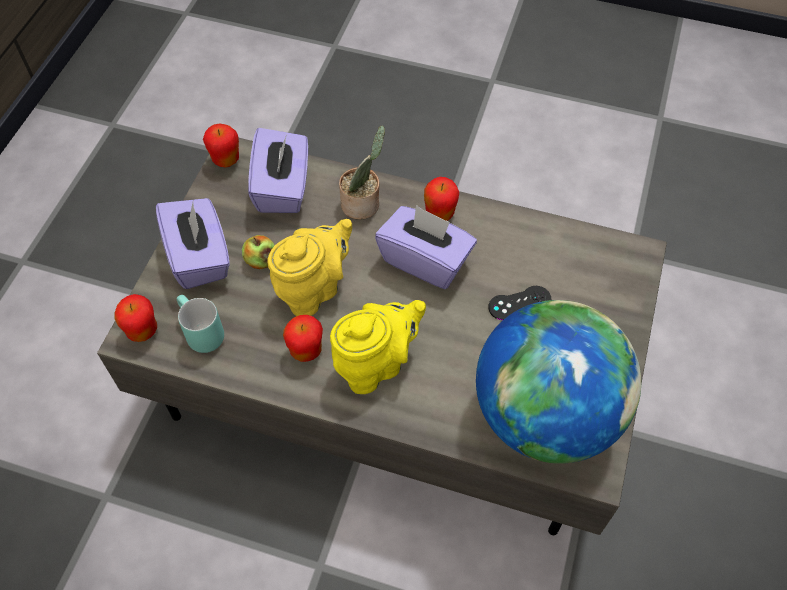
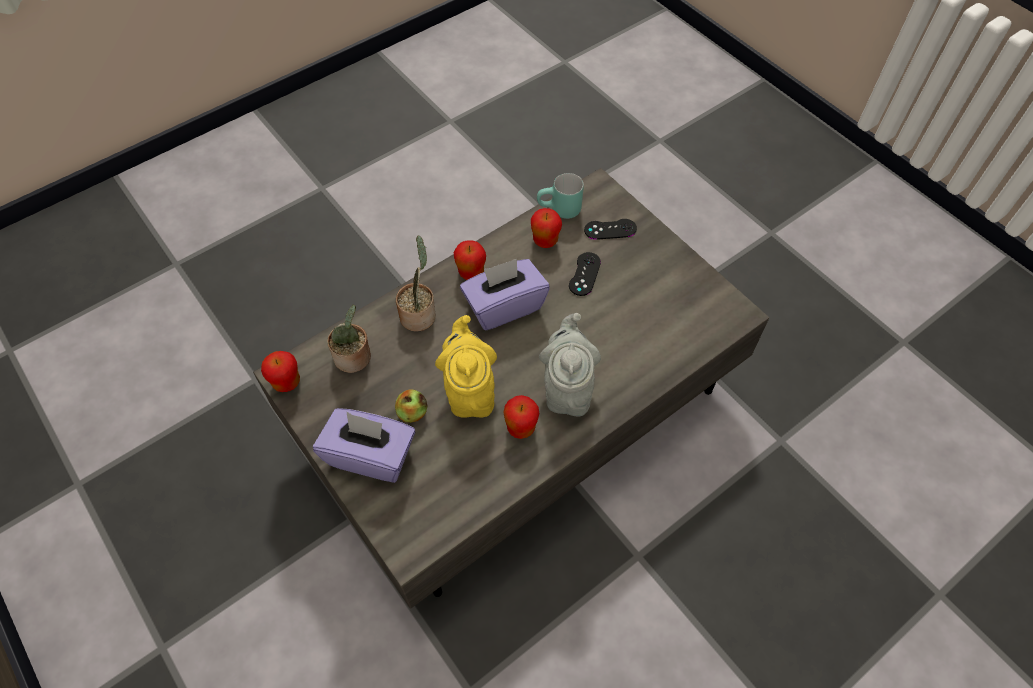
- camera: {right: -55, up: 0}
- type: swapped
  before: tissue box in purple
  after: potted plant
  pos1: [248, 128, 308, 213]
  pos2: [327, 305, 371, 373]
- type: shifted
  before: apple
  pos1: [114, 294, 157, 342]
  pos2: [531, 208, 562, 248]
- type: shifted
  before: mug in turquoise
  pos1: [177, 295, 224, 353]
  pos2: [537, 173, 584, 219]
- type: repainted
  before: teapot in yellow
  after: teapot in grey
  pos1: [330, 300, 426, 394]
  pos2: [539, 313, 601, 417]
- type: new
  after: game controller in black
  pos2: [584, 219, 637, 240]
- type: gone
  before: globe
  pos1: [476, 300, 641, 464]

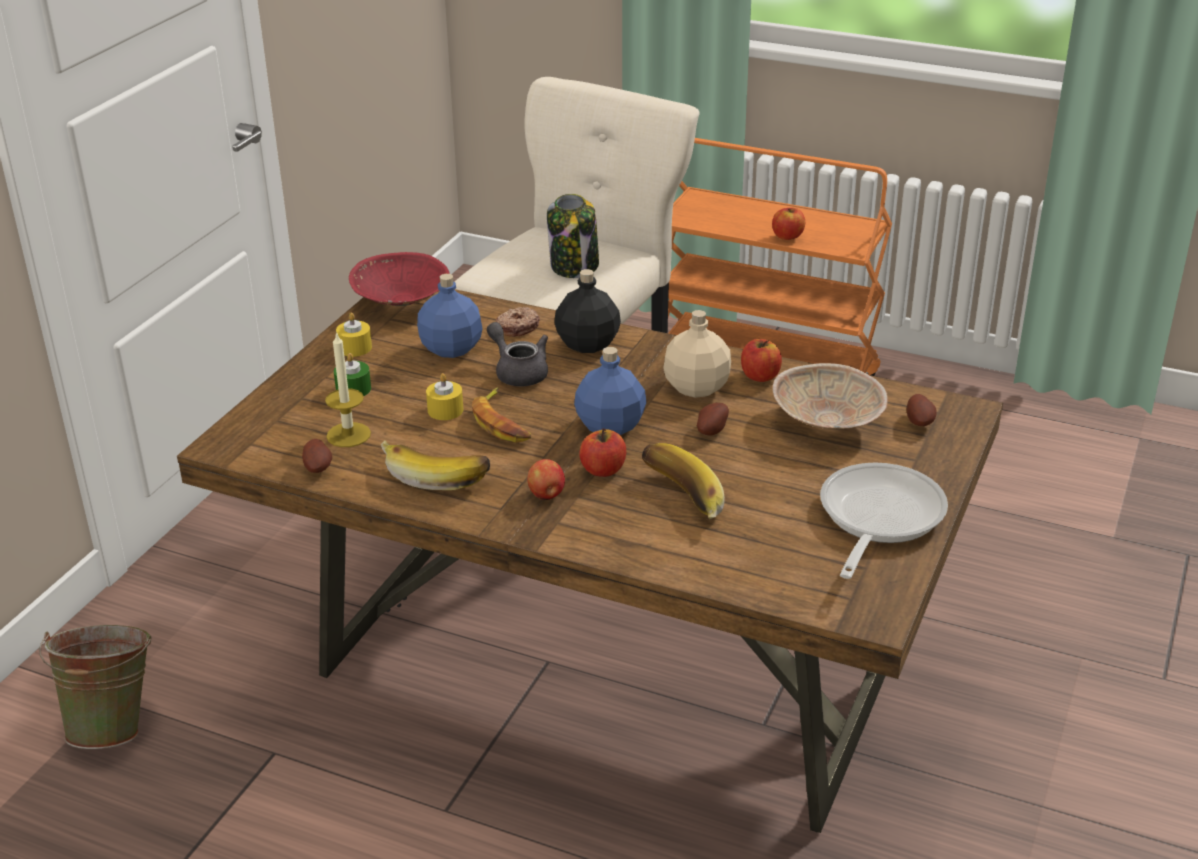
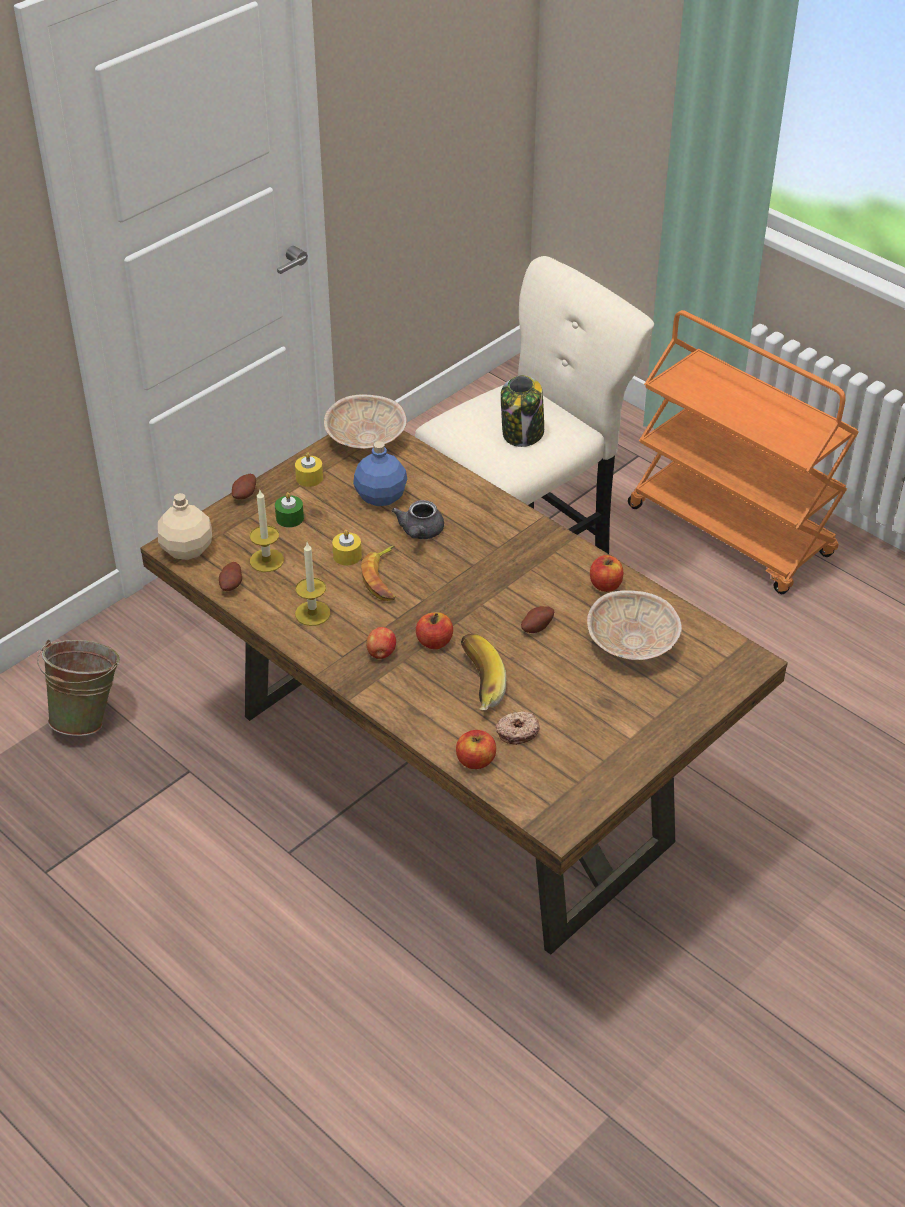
- camera: {right: 20, up: 10}
- type: shifted
  before: bottle in beige
  pos1: [663, 310, 731, 398]
  pos2: [158, 493, 212, 560]
- type: shifted
  before: potato
  pos1: [907, 394, 937, 426]
  pos2: [232, 474, 256, 500]
- type: swapped
  before: banana
  after: candle
  pos1: [381, 440, 490, 490]
  pos2: [295, 543, 331, 626]
- type: repainted
  before: bowl in red
  after: bowl in beige
  pos1: [349, 252, 450, 307]
  pos2: [324, 394, 407, 449]
- type: rotated
  before: teapot in grey
  pos1: [487, 322, 548, 387]
  pos2: [392, 500, 444, 539]
  turn: -150
- type: shifted
  before: apple
  pos1: [772, 208, 805, 240]
  pos2: [456, 730, 496, 769]
- type: shifted
  before: donut
  pos1: [496, 307, 540, 337]
  pos2: [495, 711, 540, 745]
- type: gone
  before: bottle in black
  pos1: [554, 269, 621, 353]
- type: gone
  before: bottle in blue
  pos1: [574, 347, 646, 435]
- type: gone
  before: frying pan
  pos1: [820, 462, 948, 579]

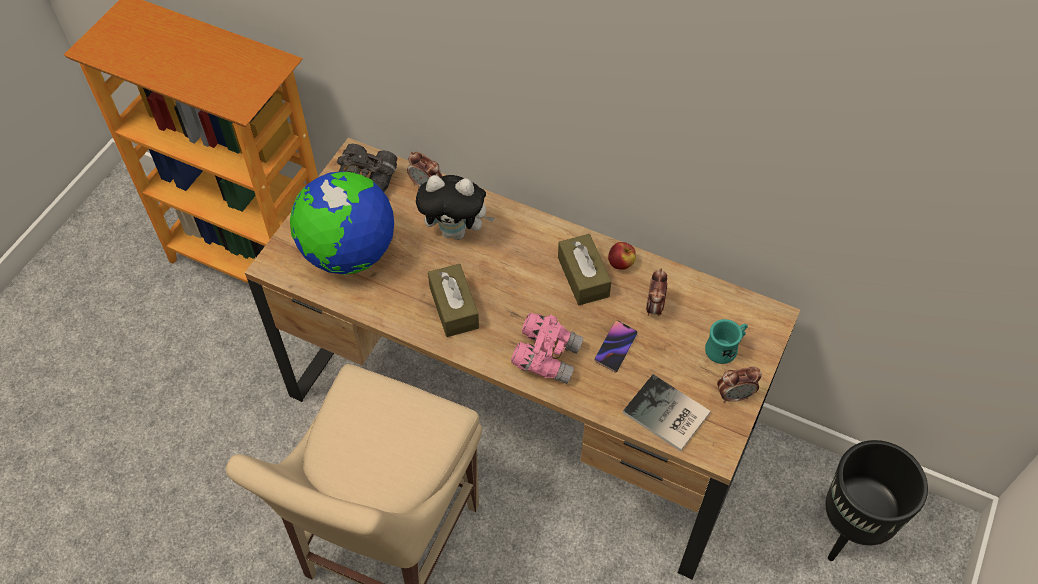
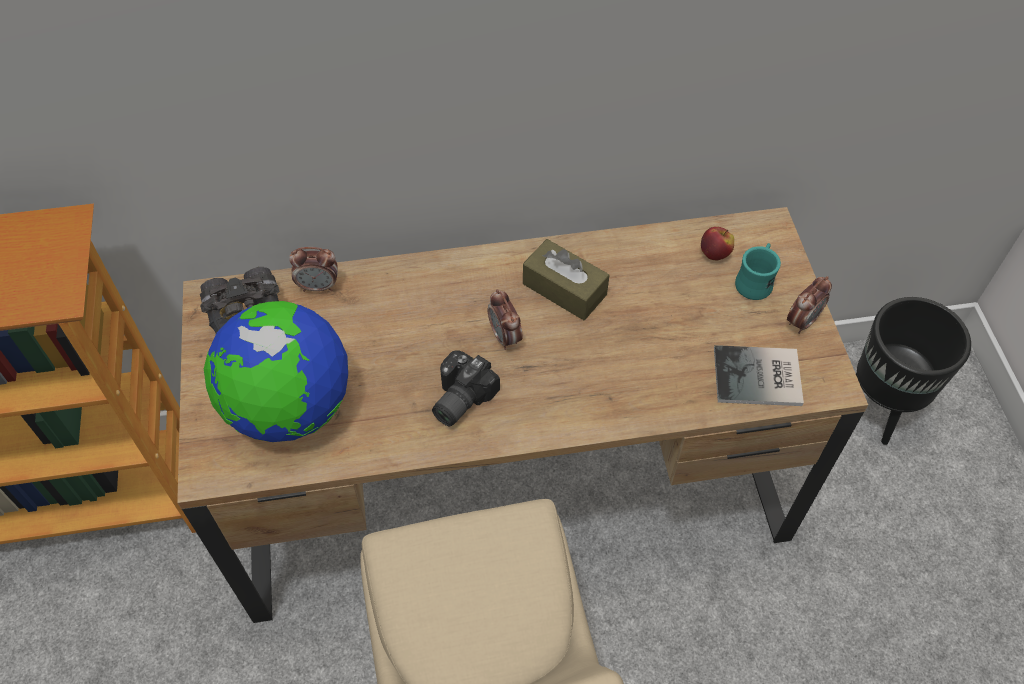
- camera: {right: -35, up: 0}
- type: swapped
  before: tissue box in brown
  after: photo camera
  pos1: [428, 264, 479, 337]
  pos2: [432, 350, 500, 427]
- type: shifted
  before: alarm clock
  pos1: [646, 269, 667, 316]
  pos2: [488, 289, 523, 350]
- type: shifted
  before: apple
  pos1: [608, 242, 636, 270]
  pos2: [701, 227, 734, 260]
- type: gone
  before: plush toy
  pos1: [416, 175, 495, 240]
- type: gone
  before: binoculars in pink
  pos1: [511, 313, 583, 384]
- type: gone
  before: phone
  pos1: [594, 320, 638, 373]

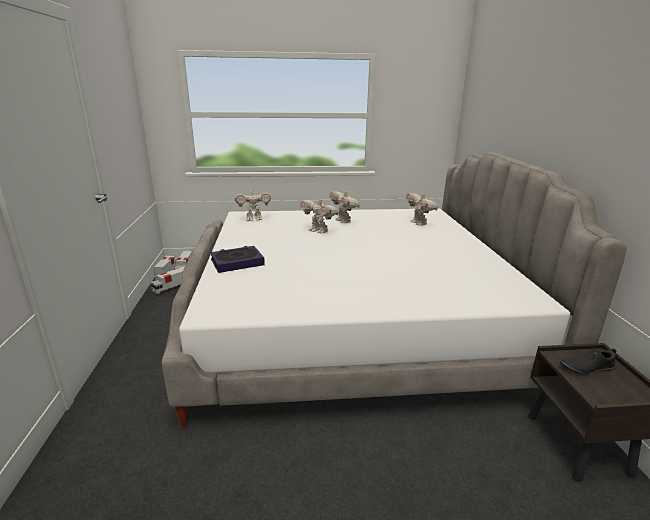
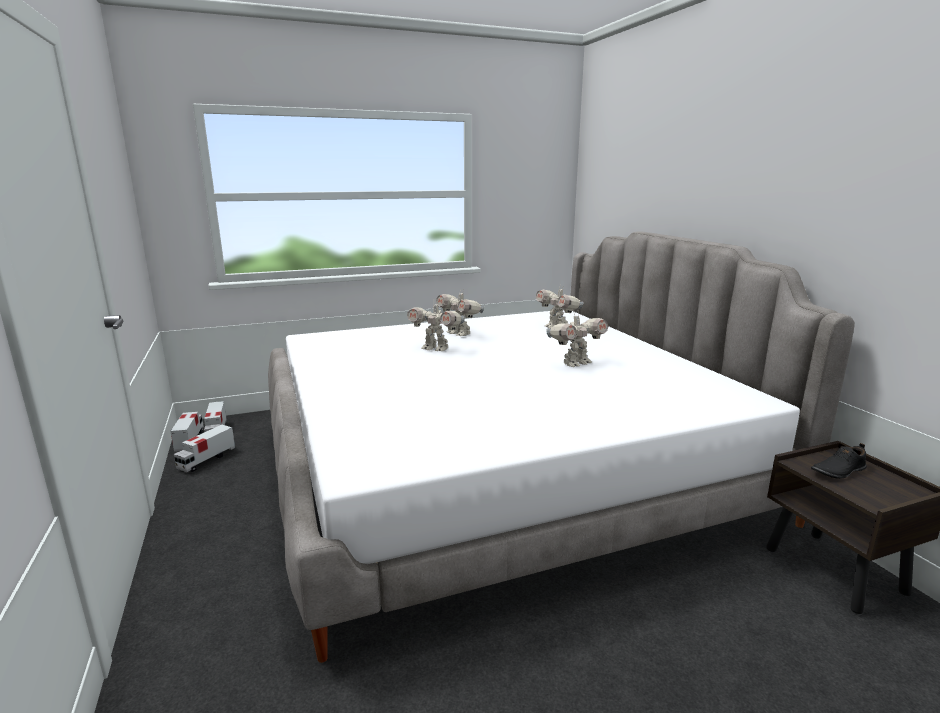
- camera: {right: -15, up: -5}
- type: shifted
  before: toy robot
  pos1: [235, 187, 271, 221]
  pos2: [546, 314, 608, 367]
- type: gone
  before: book
  pos1: [210, 246, 265, 273]

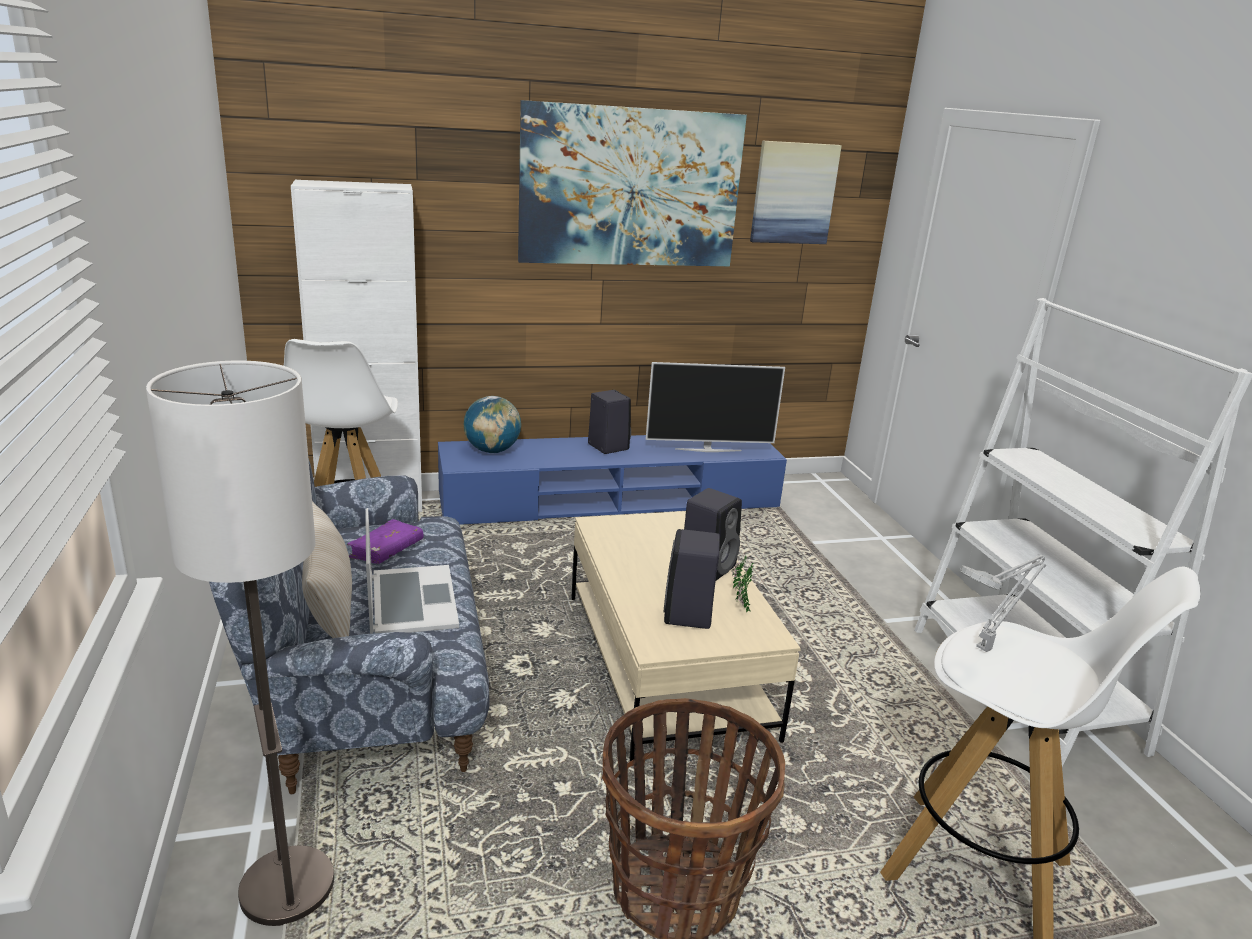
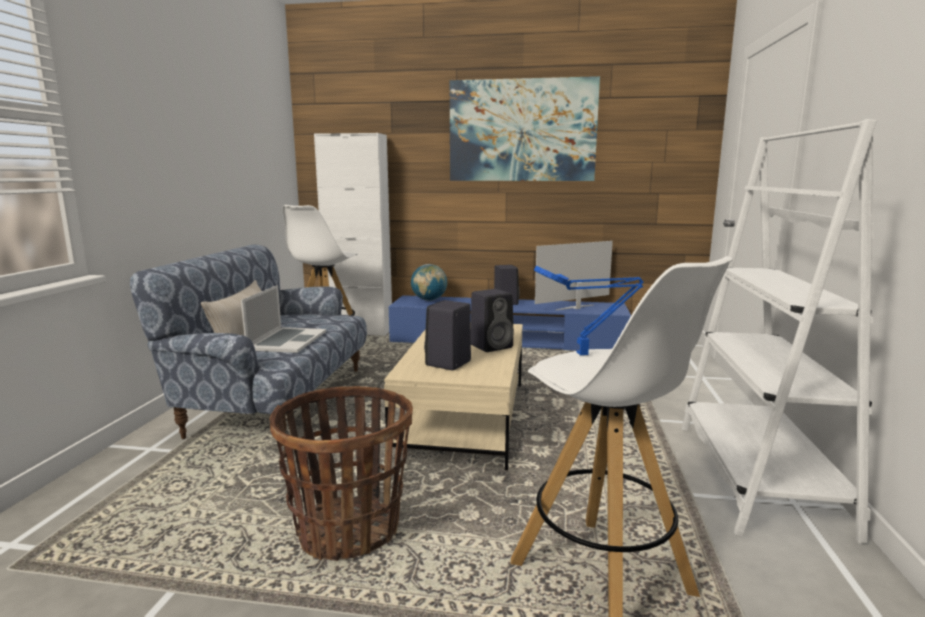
- camera: {right: 25, up: -10}
- type: repainted
  before: table lamp in grey
  after: table lamp in blue
  pos1: [960, 554, 1046, 652]
  pos2: [534, 266, 643, 355]
- type: rotated
  before: television
  pos1: [646, 362, 785, 452]
  pos2: [535, 241, 613, 311]
  turn: 135
- type: gone
  before: floor lamp
  pos1: [146, 361, 334, 926]
- type: gone
  before: book in purple
  pos1: [347, 519, 423, 564]
- type: gone
  before: potted plant
  pos1: [732, 553, 753, 612]
- type: gone
  before: picture
  pos1: [750, 141, 842, 244]

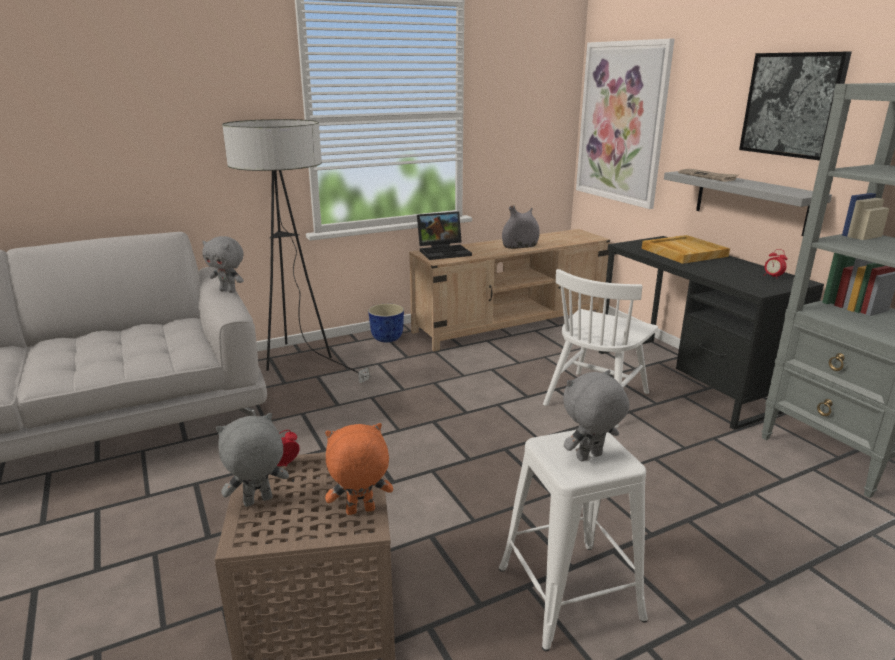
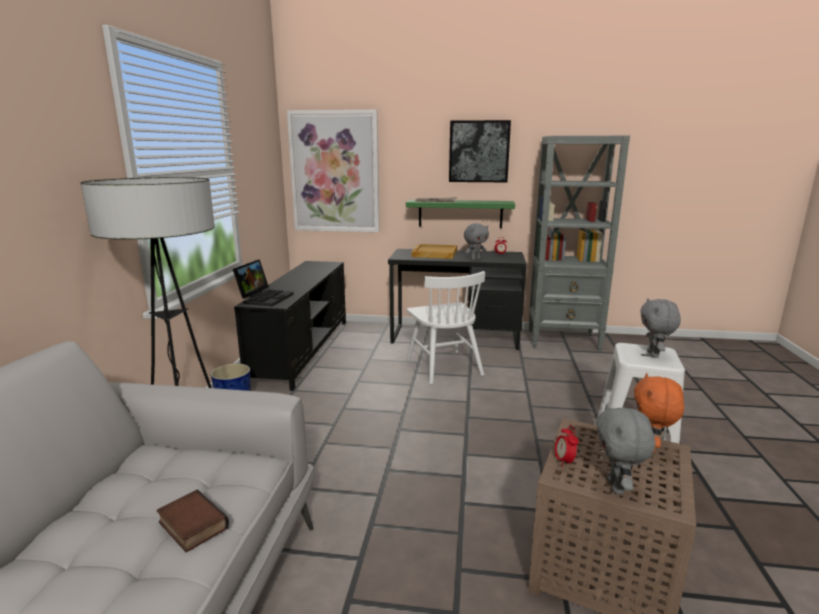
- camera: {right: -55, up: -5}
- type: new
  after: book
  pos2: [157, 489, 229, 552]
- type: repainted
  before: tv stand in beige
  after: tv stand in black
  pos1: [409, 229, 610, 351]
  pos2: [234, 261, 346, 391]
- type: repainted
  before: shelf in grey
  after: shelf in green
  pos1: [664, 171, 832, 236]
  pos2: [406, 200, 515, 228]
- type: shifted
  before: plush toy in grey
  pos1: [202, 236, 244, 293]
  pos2: [464, 223, 489, 260]
- type: gone
  before: vase in grey
  pos1: [502, 205, 540, 249]

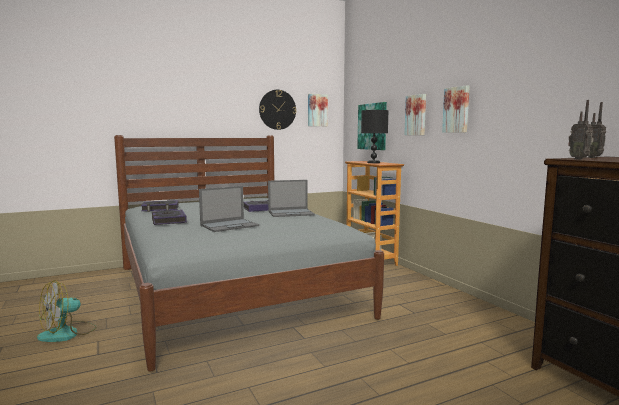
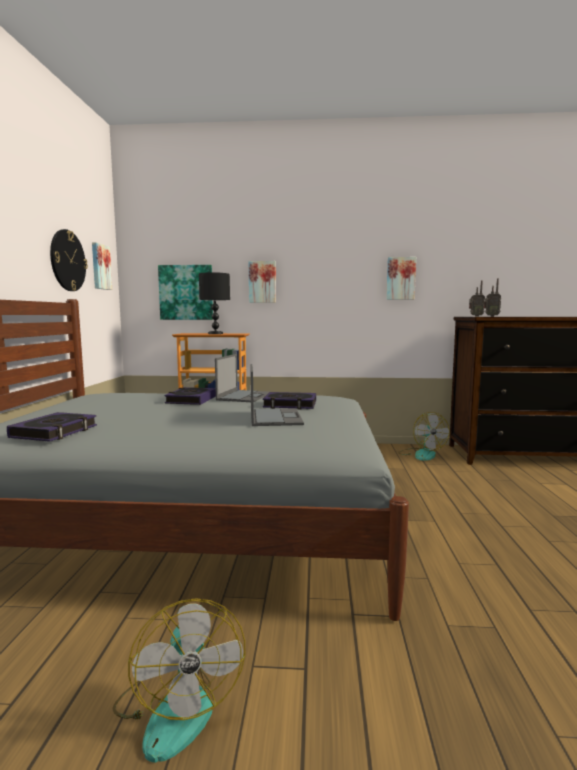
- camera: {right: -60, up: 0}
- type: shifted
  before: book
  pos1: [152, 209, 187, 225]
  pos2: [263, 392, 316, 409]
- type: shifted
  before: picture
  pos1: [442, 85, 470, 133]
  pos2: [386, 257, 416, 300]
- type: new
  after: fan
  pos2: [398, 412, 450, 461]

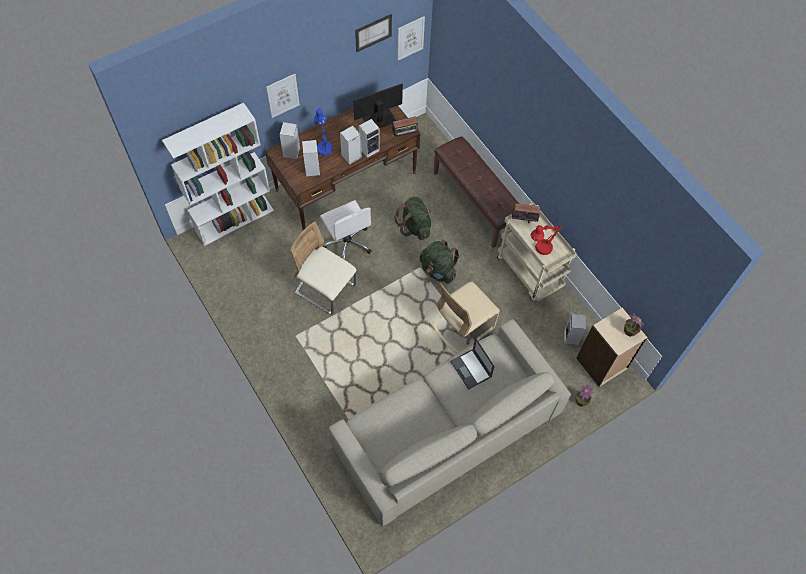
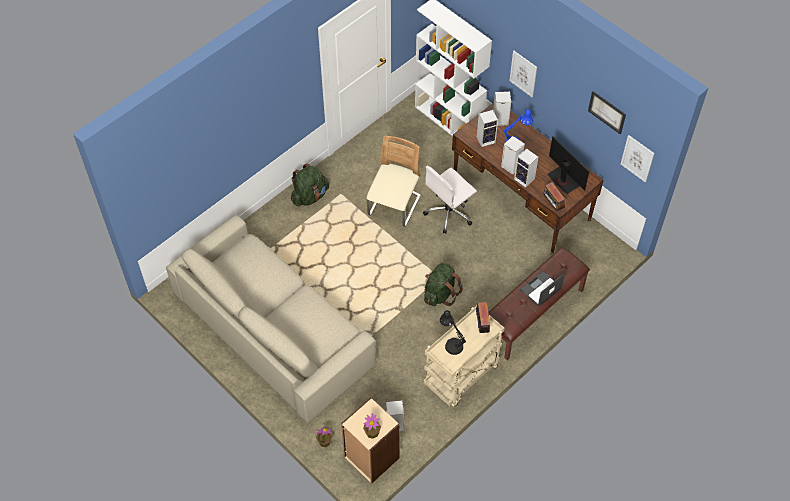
- camera: {right: 80, up: -5}
- type: shifted
  before: backpack in green
  pos1: [394, 196, 431, 240]
  pos2: [291, 163, 329, 207]
- type: repainted
  before: table lamp in red
  after: table lamp in black
  pos1: [531, 225, 562, 255]
  pos2: [440, 310, 466, 355]
- type: shifted
  before: laptop
  pos1: [450, 338, 495, 390]
  pos2: [520, 270, 565, 307]
- type: gone
  before: chair in beige
  pos1: [432, 281, 500, 354]

